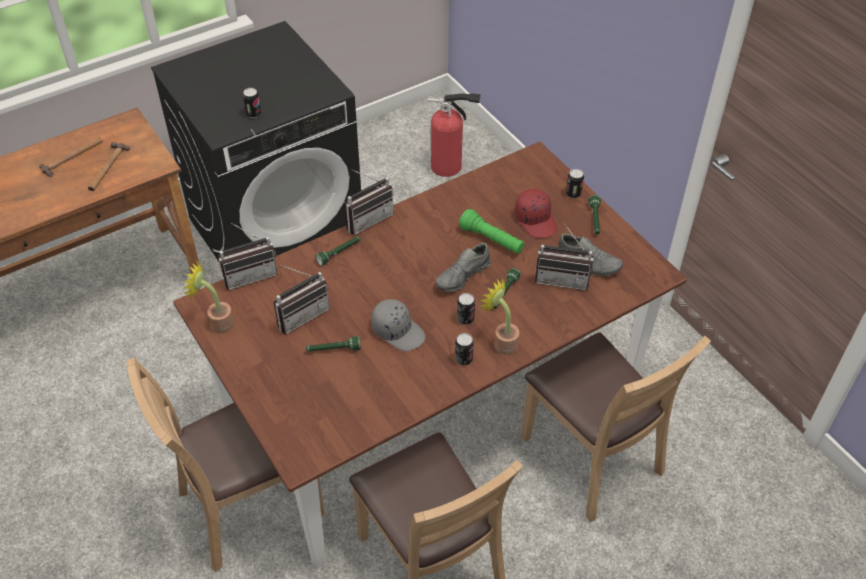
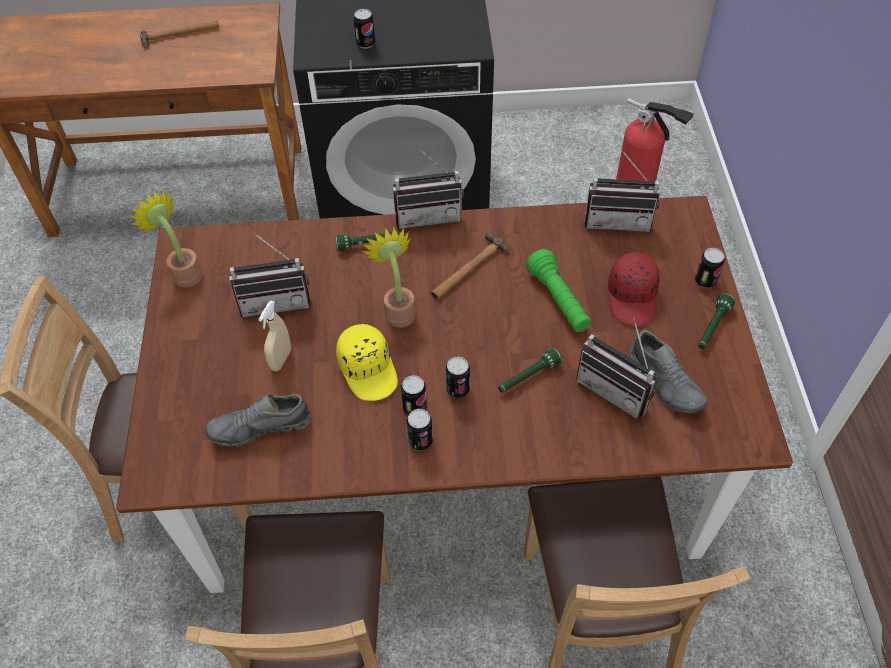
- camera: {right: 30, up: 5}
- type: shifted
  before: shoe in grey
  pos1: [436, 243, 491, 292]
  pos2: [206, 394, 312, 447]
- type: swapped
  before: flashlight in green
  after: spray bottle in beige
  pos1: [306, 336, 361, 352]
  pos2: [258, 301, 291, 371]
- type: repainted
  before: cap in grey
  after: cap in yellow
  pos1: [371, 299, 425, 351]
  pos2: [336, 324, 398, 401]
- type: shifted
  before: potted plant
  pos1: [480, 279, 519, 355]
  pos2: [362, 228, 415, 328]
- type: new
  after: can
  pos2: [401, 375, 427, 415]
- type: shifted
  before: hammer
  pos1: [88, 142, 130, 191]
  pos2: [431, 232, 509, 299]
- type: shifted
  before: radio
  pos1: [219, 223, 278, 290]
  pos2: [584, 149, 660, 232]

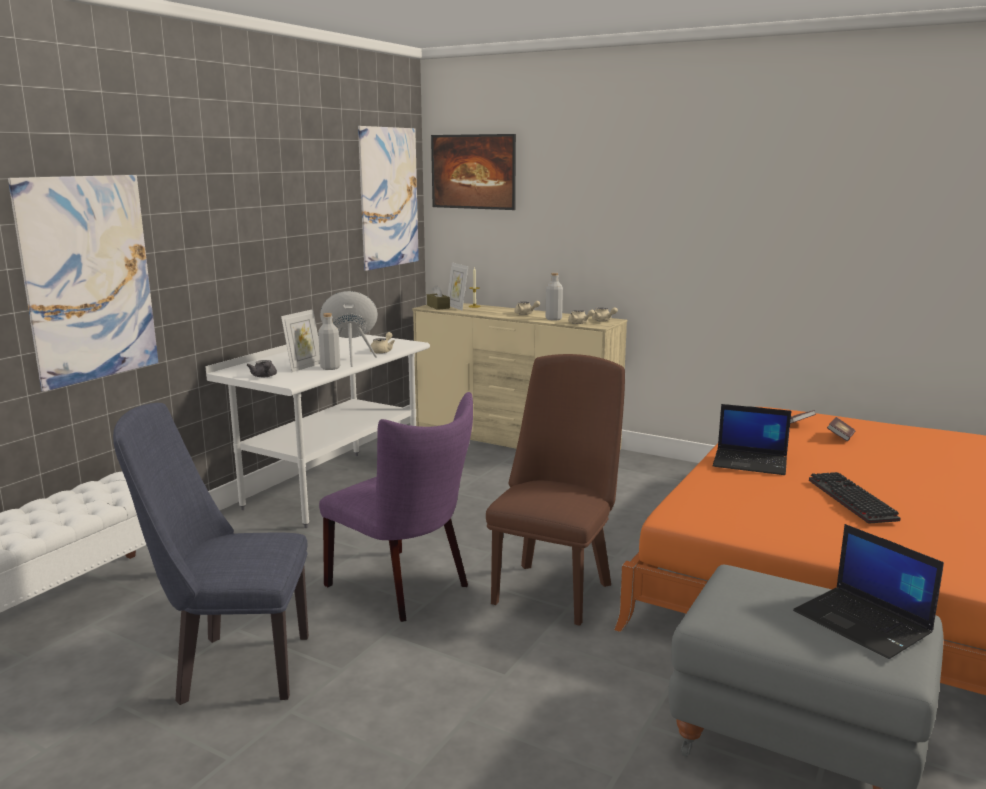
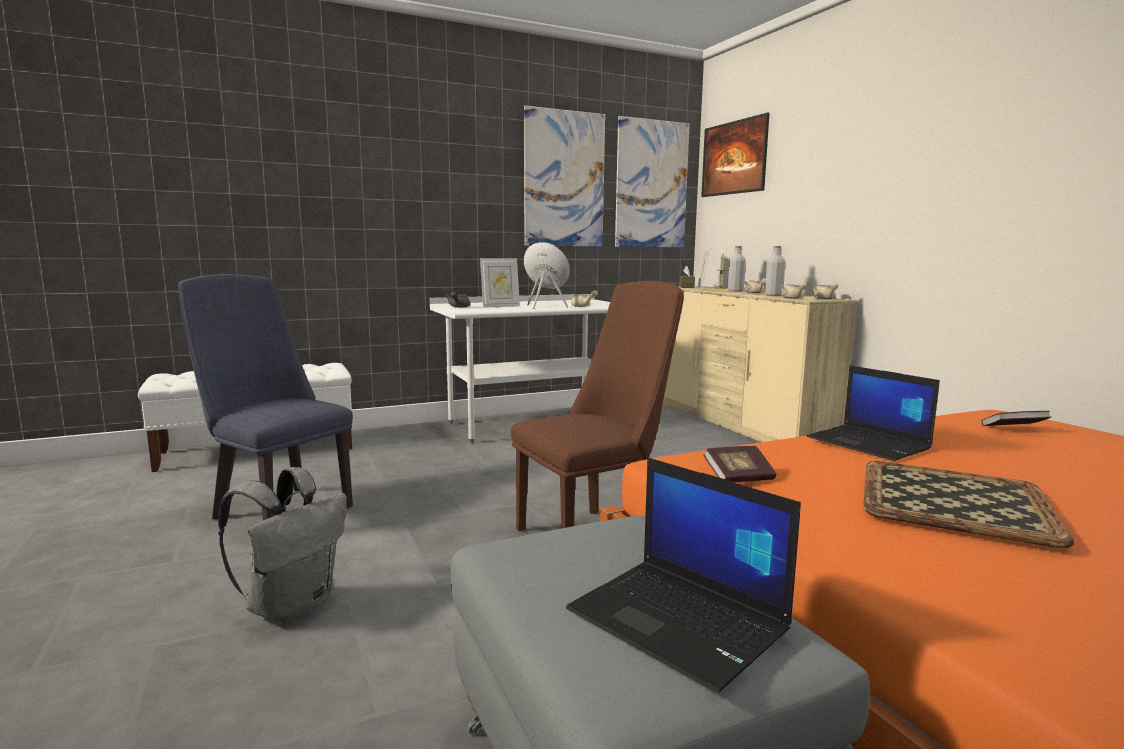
- camera: {right: 35, up: -5}
- type: new
  after: backpack in grey
  pos2: [218, 467, 347, 624]
- type: shifted
  before: picture
  pos1: [8, 175, 158, 392]
  pos2: [524, 106, 605, 246]
- type: rotated
  before: laptop
  pos1: [793, 524, 944, 659]
  pos2: [566, 458, 801, 693]
  turn: -45
- type: shifted
  before: book
  pos1: [827, 417, 855, 441]
  pos2: [703, 446, 777, 483]
- type: shifted
  before: bottle in grey
  pos1: [318, 313, 340, 370]
  pos2: [728, 246, 746, 292]
- type: swapped
  before: keyboard
  after: tray
  pos1: [809, 472, 900, 524]
  pos2: [863, 461, 1074, 548]
- type: gone
  before: chair in purple
  pos1: [319, 392, 473, 622]

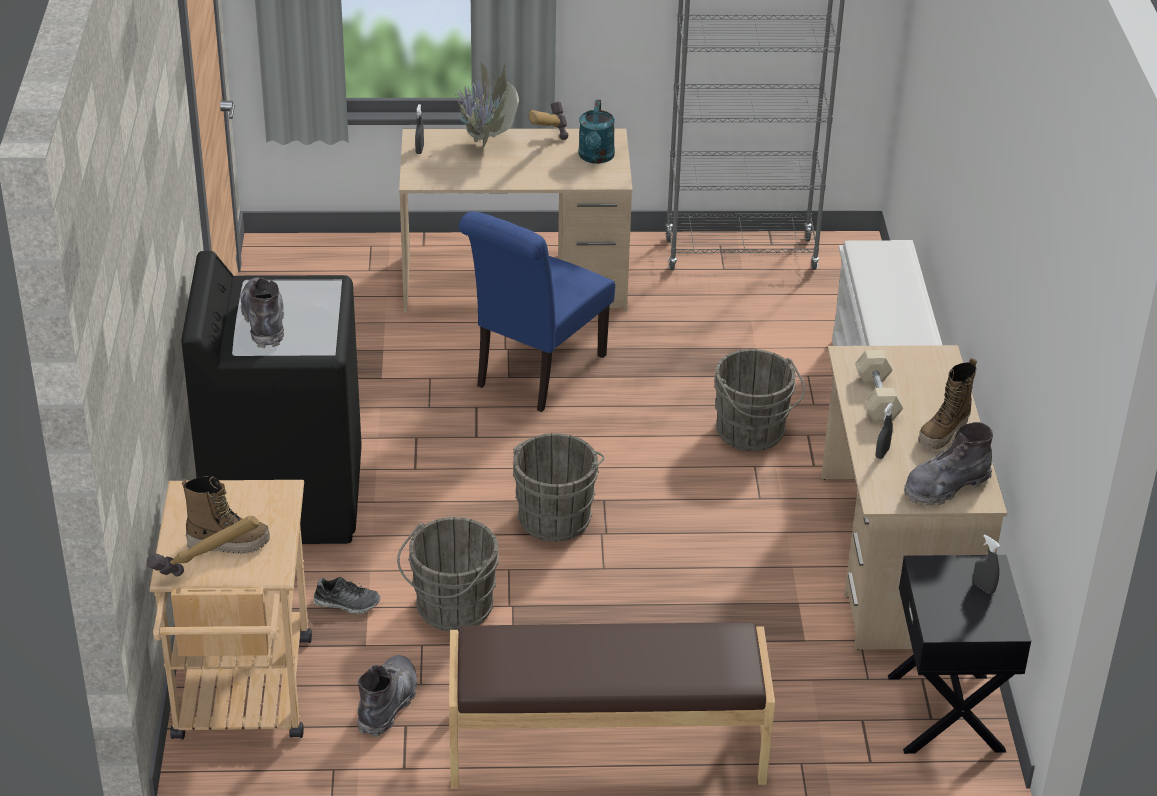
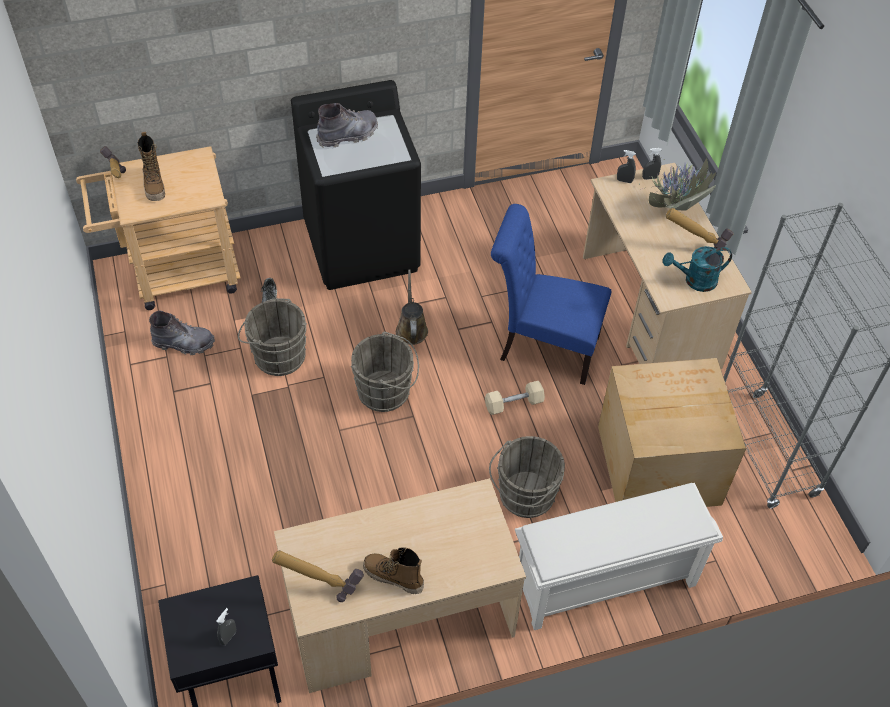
- camera: {right: 75, up: 15}
- type: swapped
  before: boot in grey
  after: hammer
  pos1: [904, 422, 993, 506]
  pos2: [272, 550, 364, 602]
- type: new
  after: watering can in brown
  pos2: [396, 269, 428, 345]
- type: shifted
  before: dumbbell in beige
  pos1: [855, 350, 904, 422]
  pos2: [485, 381, 545, 415]
- type: new
  after: cardboard box
  pos2: [598, 358, 746, 507]
- type: shifted
  before: spray bottle in grey
  pos1: [876, 403, 893, 459]
  pos2: [617, 150, 636, 183]
- type: gone
  before: bench in brown
  pos1: [449, 623, 775, 789]

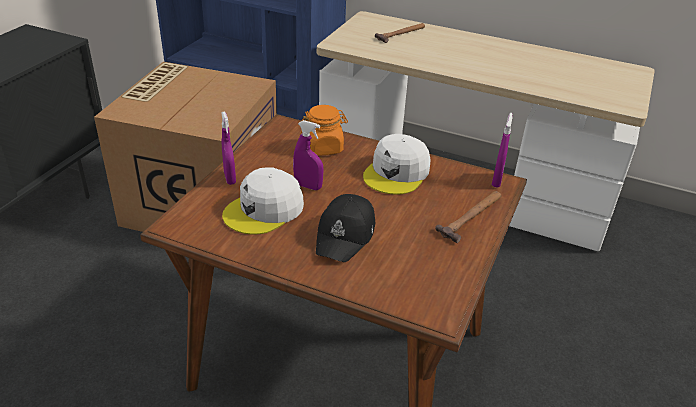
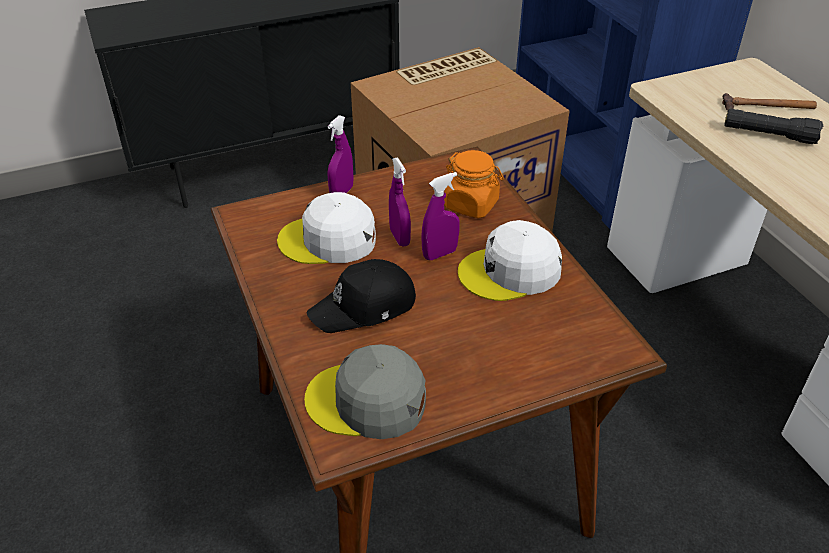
- camera: {right: 45, up: 5}
- type: new
  after: cap in grey
  pos2: [304, 344, 426, 439]
- type: shifted
  before: spray bottle in purple
  pos1: [492, 113, 513, 188]
  pos2: [421, 172, 460, 260]
- type: new
  after: flashlight in black
  pos2: [724, 109, 823, 144]
- type: gone
  before: hammer
  pos1: [435, 191, 501, 243]

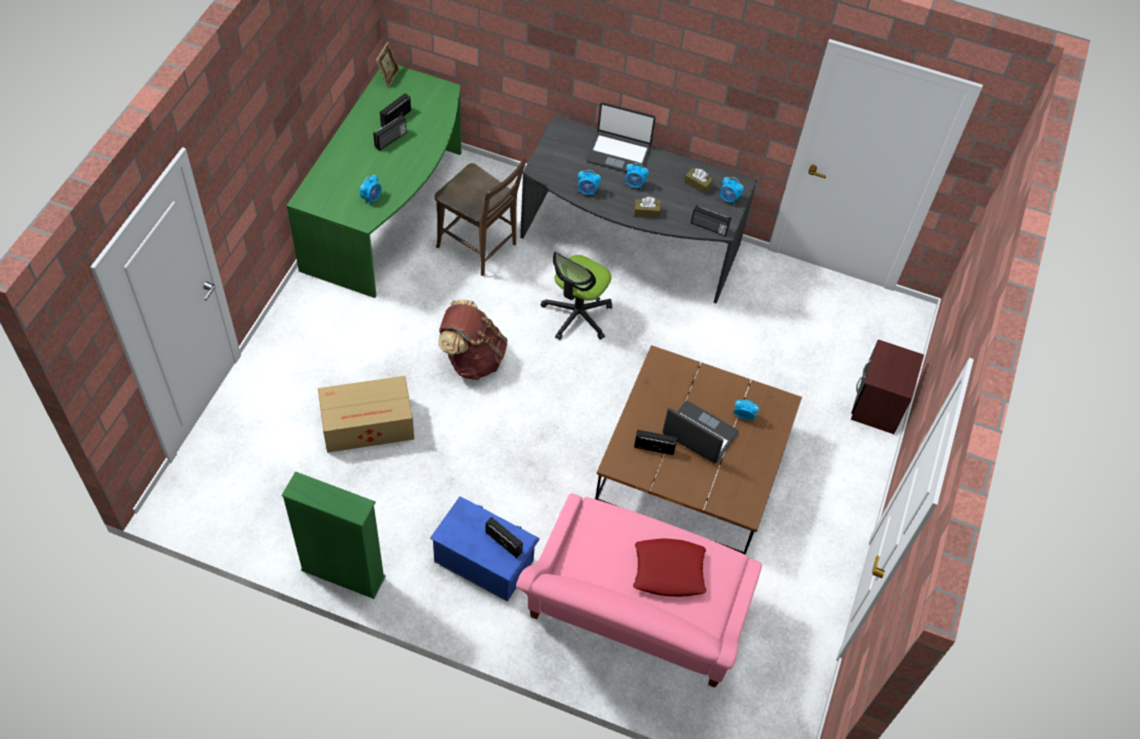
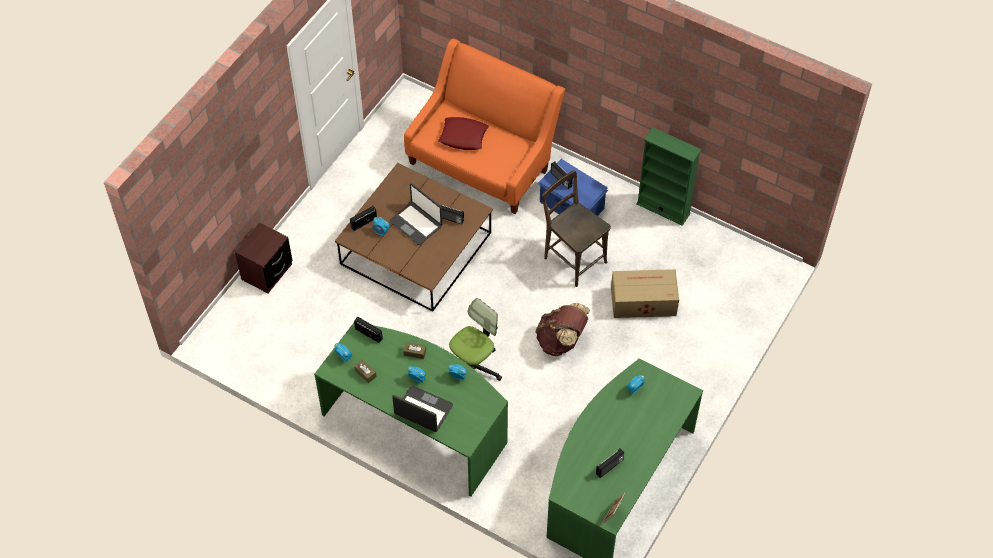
- camera: {right: -165, up: 0}
- type: repainted
  before: desk in grey
  after: desk in green
  pos1: [520, 115, 757, 304]
  pos2: [314, 323, 508, 496]
- type: shifted
  before: radio
  pos1: [373, 115, 407, 151]
  pos2: [350, 206, 377, 231]
- type: repainted
  before: sofa in pink
  after: sofa in orange
  pos1: [516, 493, 762, 688]
  pos2: [404, 38, 565, 214]
- type: shifted
  before: chair in brown
  pos1: [434, 158, 526, 276]
  pos2: [542, 170, 611, 287]

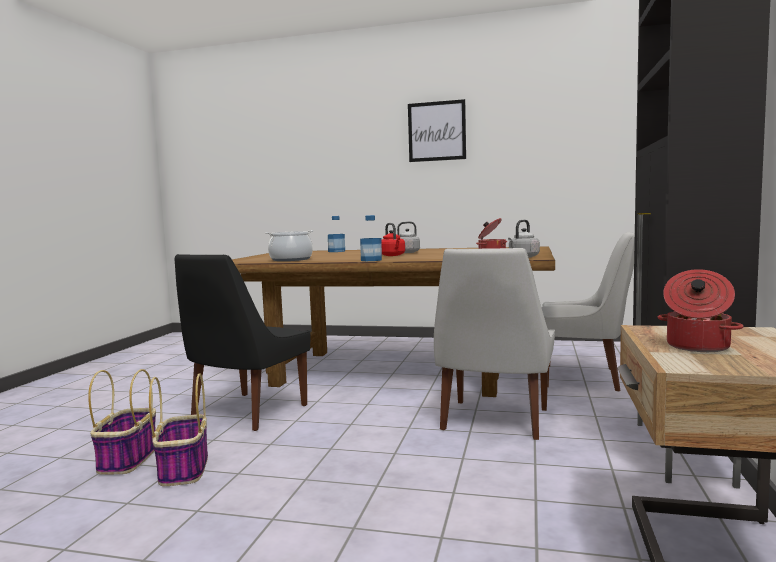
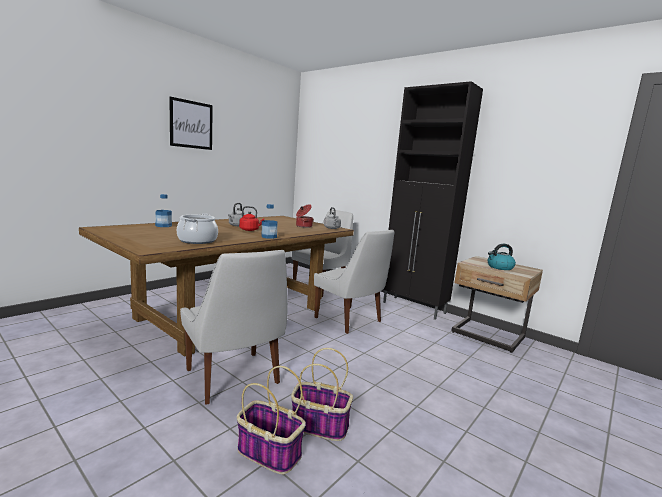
- camera: {right: -65, up: 5}
- type: repainted
  before: chair in black
  after: chair in white
  pos1: [175, 254, 310, 431]
  pos2: [180, 250, 288, 405]
- type: swapped
  before: cooking pot
  after: kettle
  pos1: [658, 269, 744, 352]
  pos2: [488, 244, 516, 270]

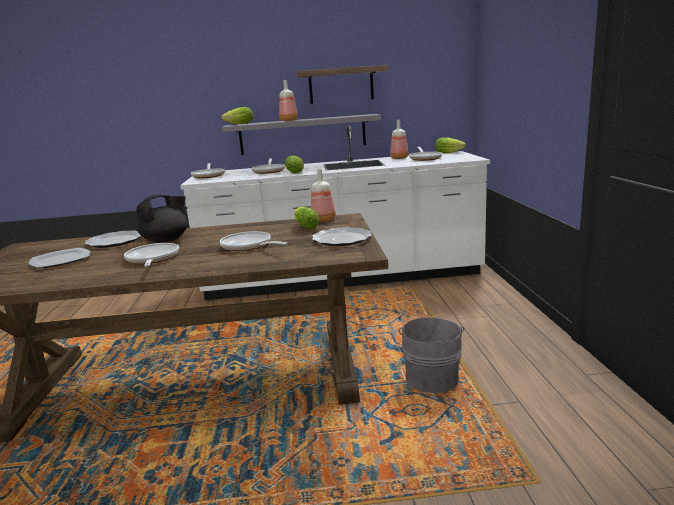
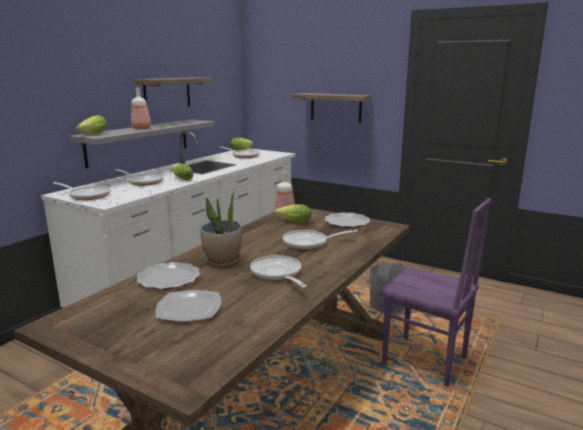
- camera: {right: -55, up: 0}
- type: swapped
  before: teapot in black
  after: potted plant
  pos1: [136, 195, 188, 243]
  pos2: [200, 189, 242, 267]
- type: rotated
  before: frying pan
  pos1: [124, 243, 179, 267]
  pos2: [250, 255, 307, 288]
  turn: 45
- type: new
  after: shelf
  pos2: [292, 93, 372, 123]
- type: new
  after: chair in purple
  pos2: [379, 198, 491, 387]
- type: gone
  before: bottle
  pos1: [390, 120, 409, 159]

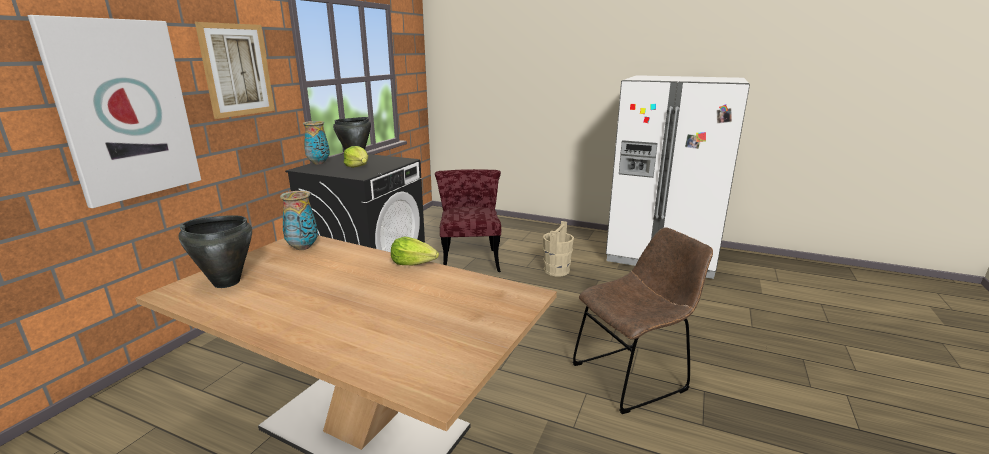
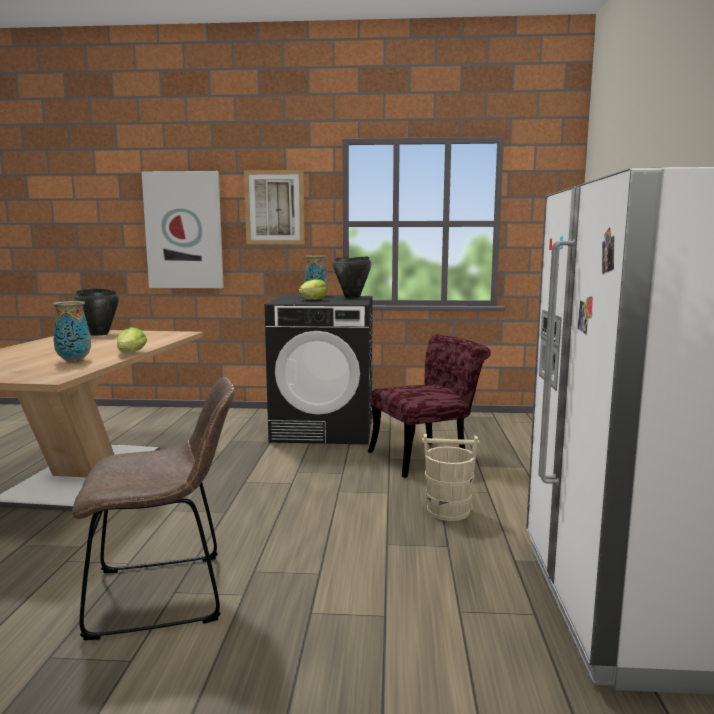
- camera: {right: 70, up: -10}
- type: shifted
  before: vase
  pos1: [280, 191, 318, 250]
  pos2: [53, 301, 91, 363]
- type: rotated
  before: chair in brown
  pos1: [572, 228, 713, 414]
  pos2: [72, 377, 235, 640]
  turn: -60

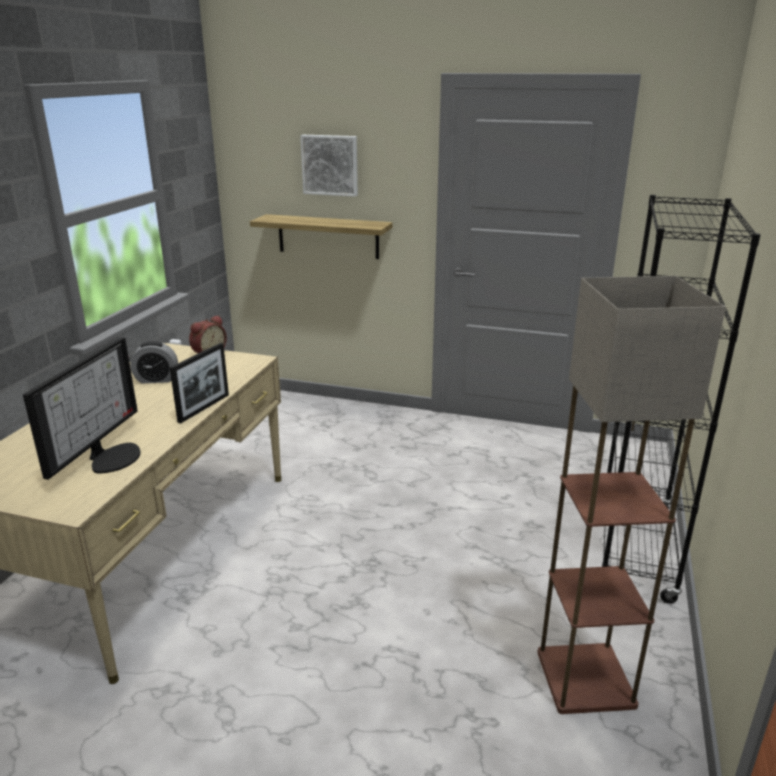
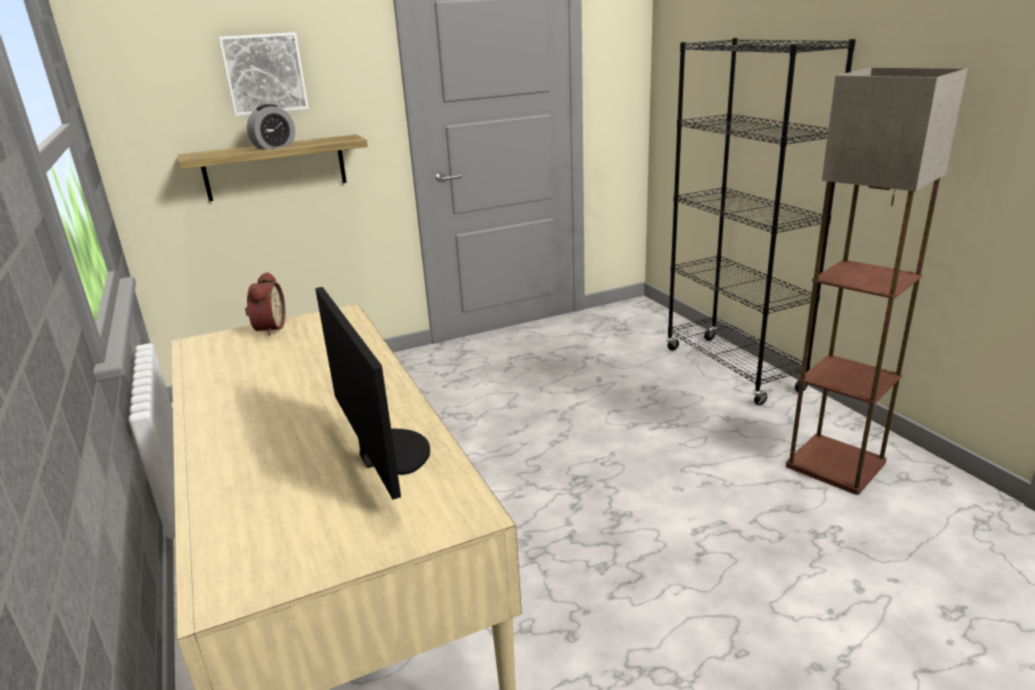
- camera: {right: -40, up: 0}
- type: shifted
  before: alarm clock
  pos1: [130, 341, 178, 383]
  pos2: [247, 104, 295, 150]
- type: gone
  before: picture frame
  pos1: [170, 343, 229, 423]

